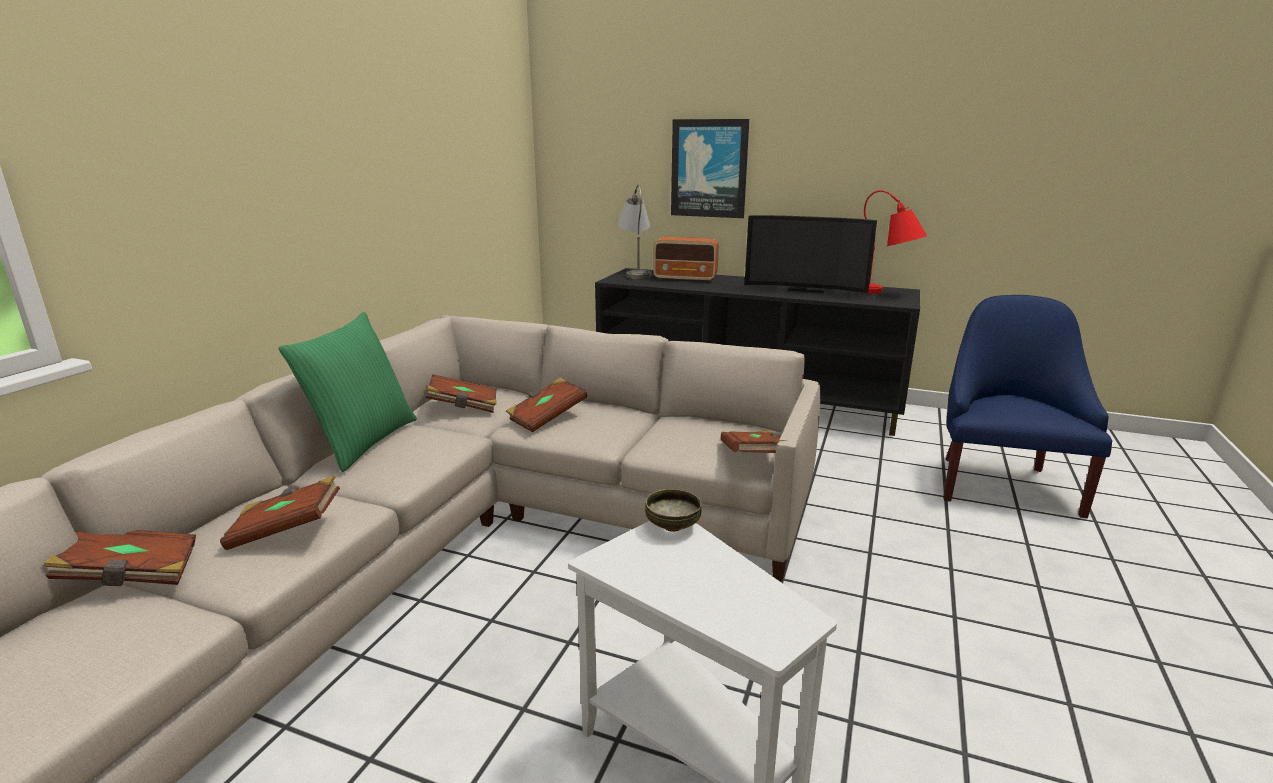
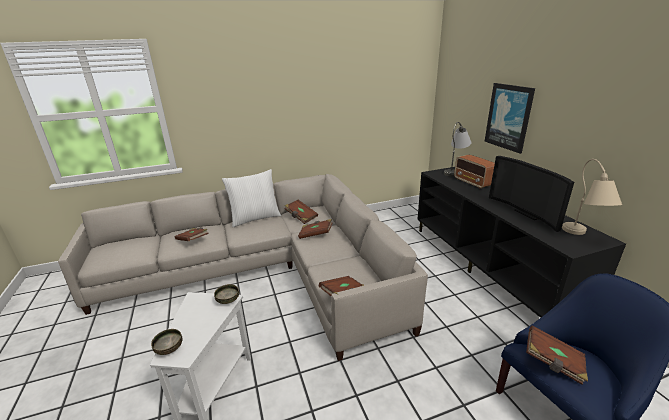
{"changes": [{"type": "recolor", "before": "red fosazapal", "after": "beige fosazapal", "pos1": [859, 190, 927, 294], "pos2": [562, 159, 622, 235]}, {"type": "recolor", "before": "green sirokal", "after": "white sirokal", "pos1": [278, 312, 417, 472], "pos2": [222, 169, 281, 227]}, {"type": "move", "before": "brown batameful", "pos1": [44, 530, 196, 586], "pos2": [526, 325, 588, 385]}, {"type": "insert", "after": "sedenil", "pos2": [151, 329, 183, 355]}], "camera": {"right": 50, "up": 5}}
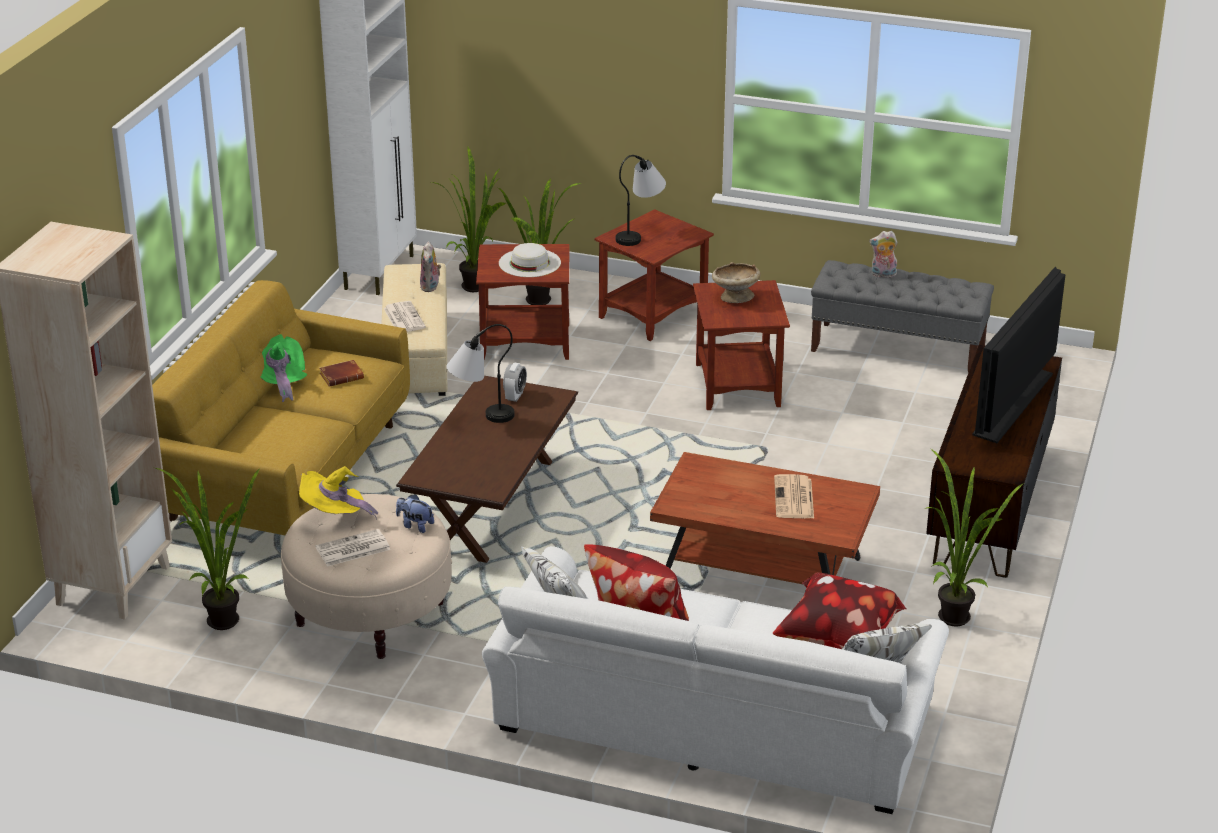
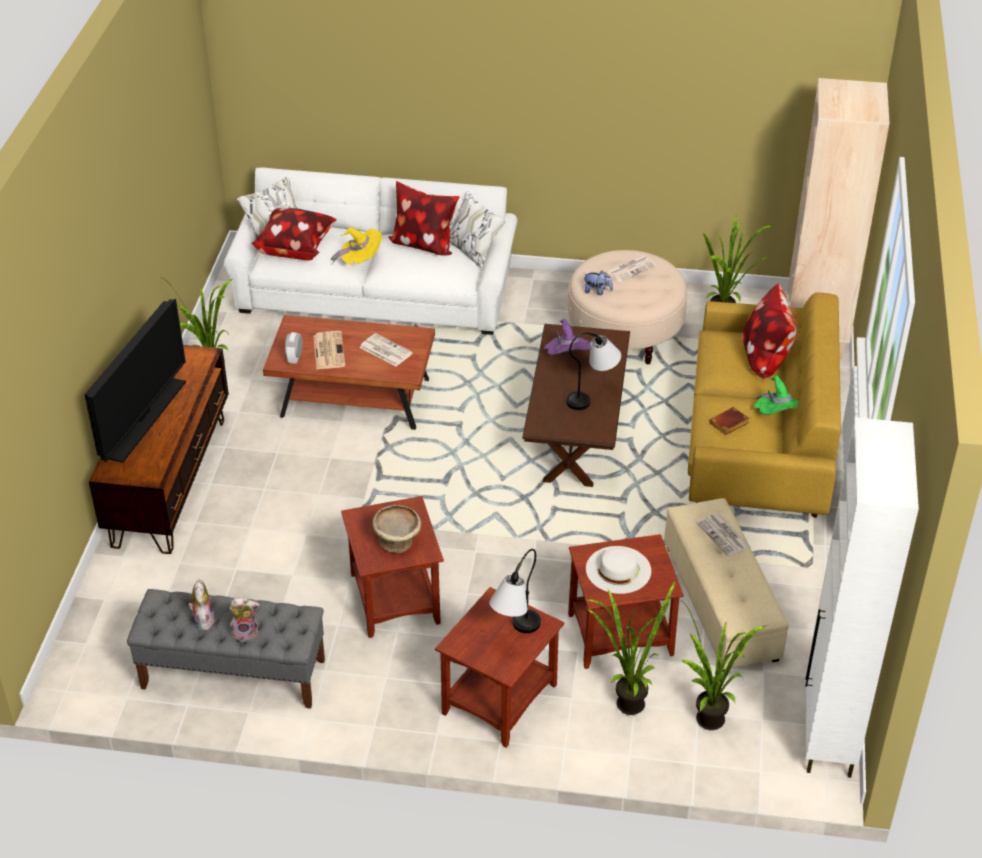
{"changes": [{"type": "move", "before": "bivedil", "pos1": [420, 241, 441, 292], "pos2": [188, 579, 215, 630]}, {"type": "move", "before": "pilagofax", "pos1": [503, 363, 527, 402], "pos2": [285, 332, 303, 364]}, {"type": "move", "before": "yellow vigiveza", "pos1": [299, 466, 378, 520], "pos2": [331, 228, 383, 265]}, {"type": "insert", "after": "sirokal", "pos2": [742, 283, 797, 379]}, {"type": "insert", "after": "purple vigiveza", "pos2": [544, 318, 591, 355]}, {"type": "insert", "after": "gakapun", "pos2": [359, 333, 413, 366]}], "camera": {"right": 170, "up": 10}}
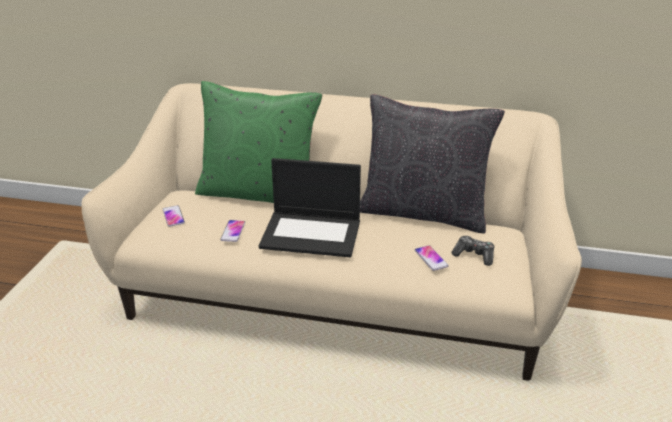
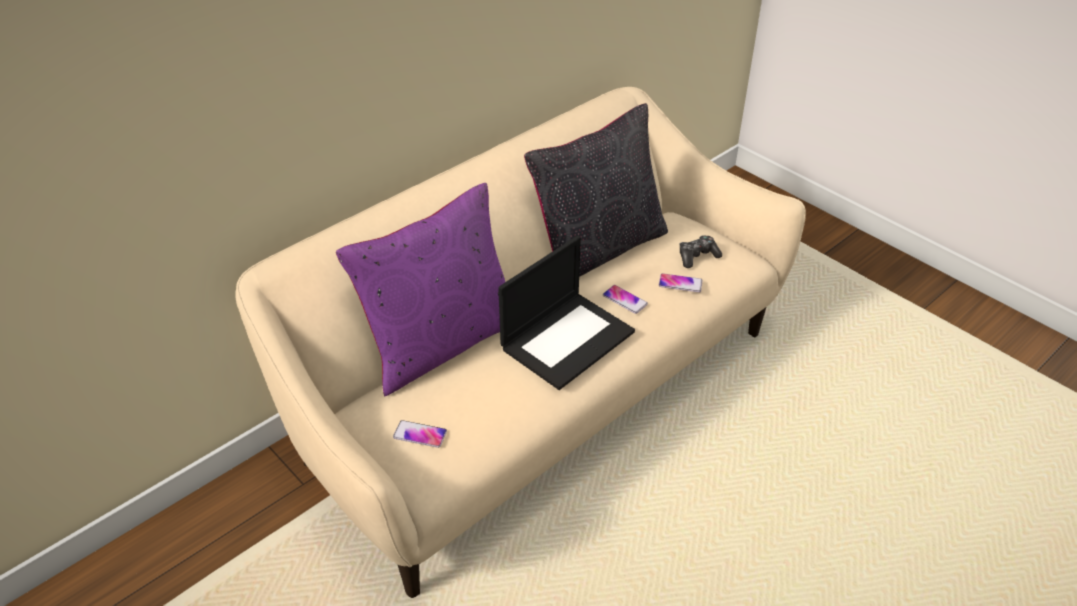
{"changes": [{"type": "recolor", "before": "green sirokal", "after": "purple sirokal", "pos1": [195, 81, 322, 203], "pos2": [336, 183, 505, 396]}, {"type": "move", "before": "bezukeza", "pos1": [220, 220, 245, 242], "pos2": [603, 285, 648, 314]}], "camera": {"right": -55, "up": 10}}
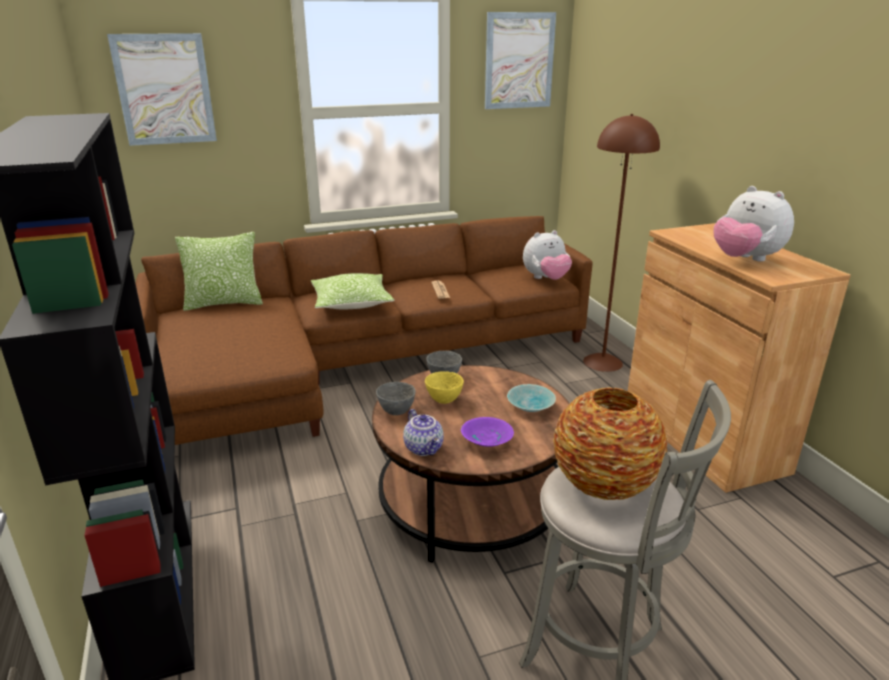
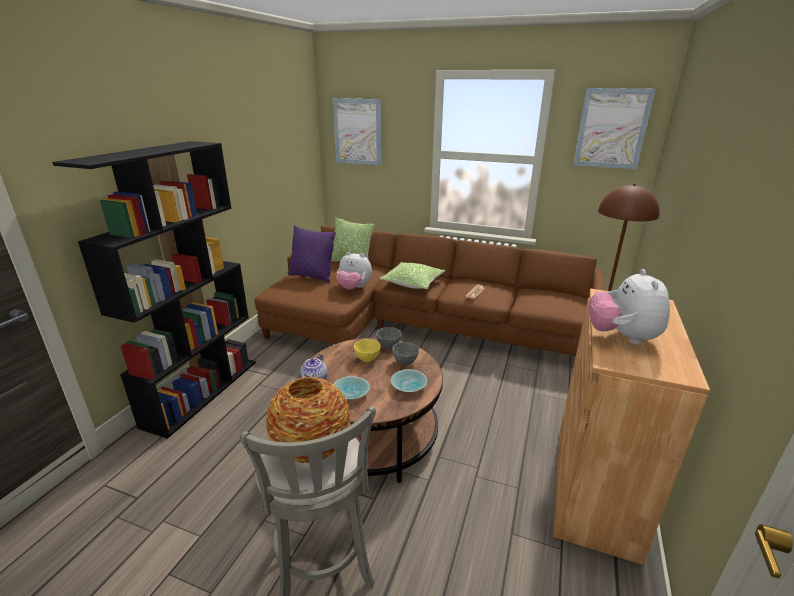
{"changes": [{"type": "move", "before": "bivedil", "pos1": [523, 230, 572, 280], "pos2": [336, 252, 372, 290]}, {"type": "move", "before": "grey sedenil", "pos1": [376, 382, 416, 415], "pos2": [392, 342, 419, 365]}, {"type": "recolor", "before": "purple sedenil", "after": "turquoise sedenil", "pos1": [461, 417, 514, 447], "pos2": [334, 376, 370, 399]}, {"type": "insert", "after": "purple sirokal", "pos2": [288, 225, 336, 282]}], "camera": {"right": 40, "up": 0}}
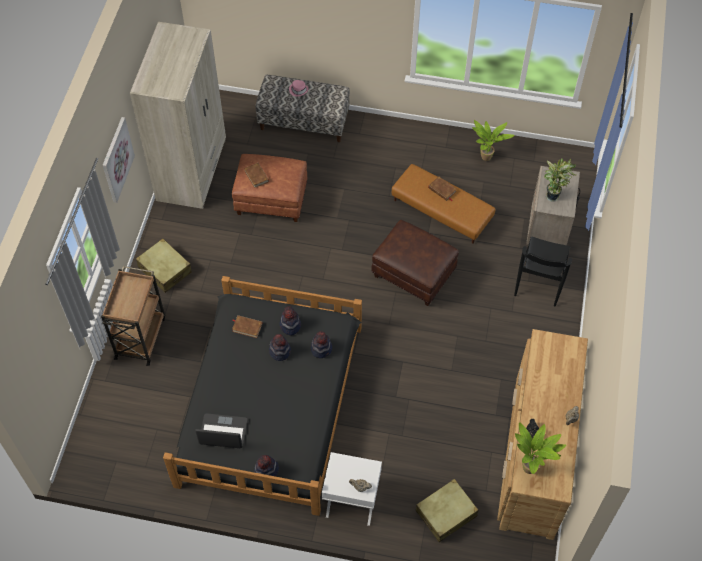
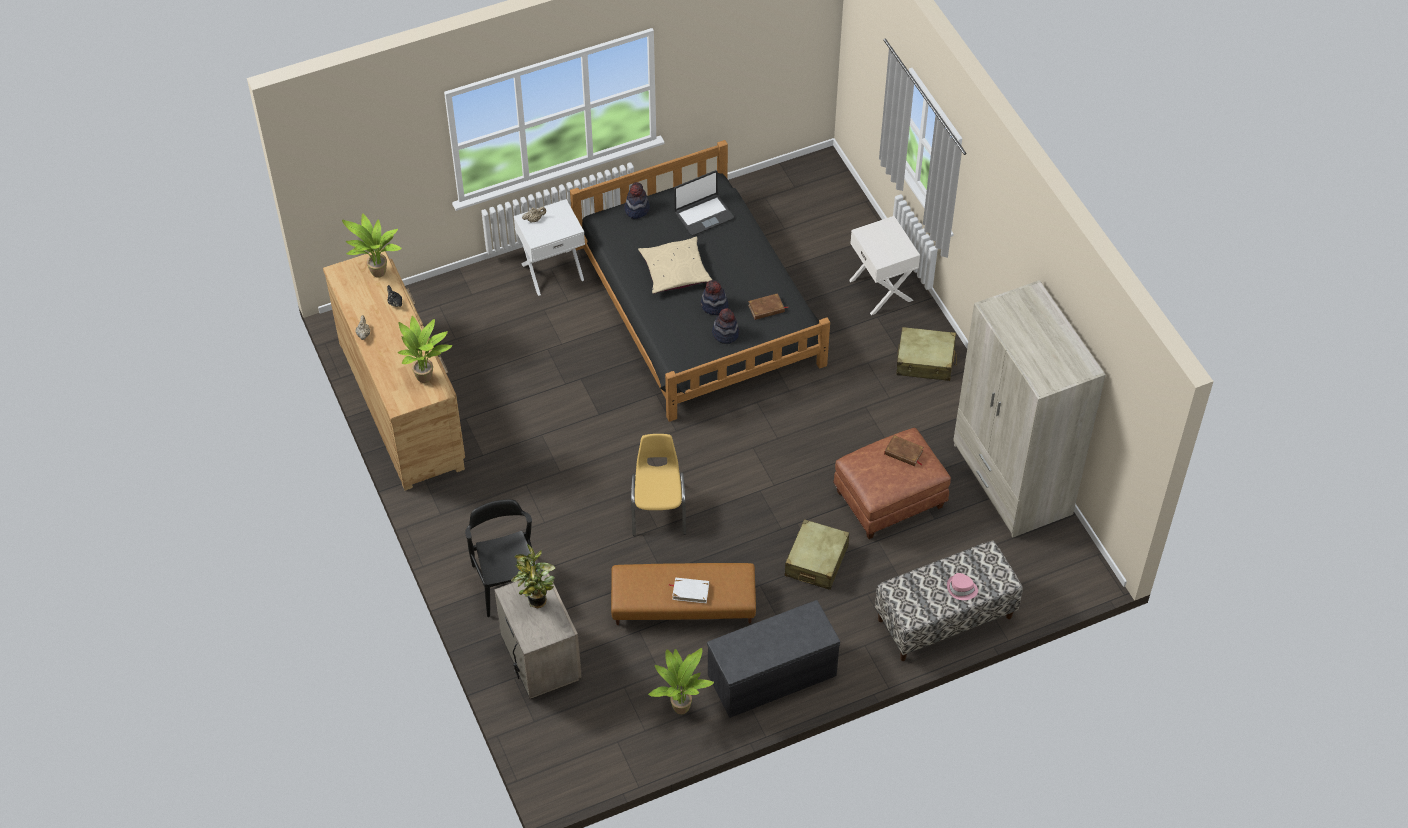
{"changes": [{"type": "delete", "before": "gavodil", "pos1": [103, 117, 135, 203]}, {"type": "recolor", "before": "brown batameful", "after": "white batameful", "pos1": [428, 176, 457, 201], "pos2": [669, 577, 709, 603]}, {"type": "replace", "before": "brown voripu", "after": "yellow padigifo", "pos1": [371, 220, 459, 306], "pos2": [631, 434, 686, 536]}, {"type": "replace", "before": "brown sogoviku", "after": "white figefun", "pos1": [101, 266, 165, 366], "pos2": [849, 216, 920, 315]}, {"type": "delete", "before": "vigiveza", "pos1": [311, 331, 332, 358]}, {"type": "move", "before": "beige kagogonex", "pos1": [416, 479, 478, 542], "pos2": [785, 519, 849, 590]}, {"type": "insert", "after": "beige sirokal", "pos2": [638, 237, 712, 294]}, {"type": "insert", "after": "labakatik", "pos2": [398, 316, 453, 383]}, {"type": "insert", "after": "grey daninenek", "pos2": [707, 600, 840, 718]}], "camera": {"right": 145, "up": -5}}
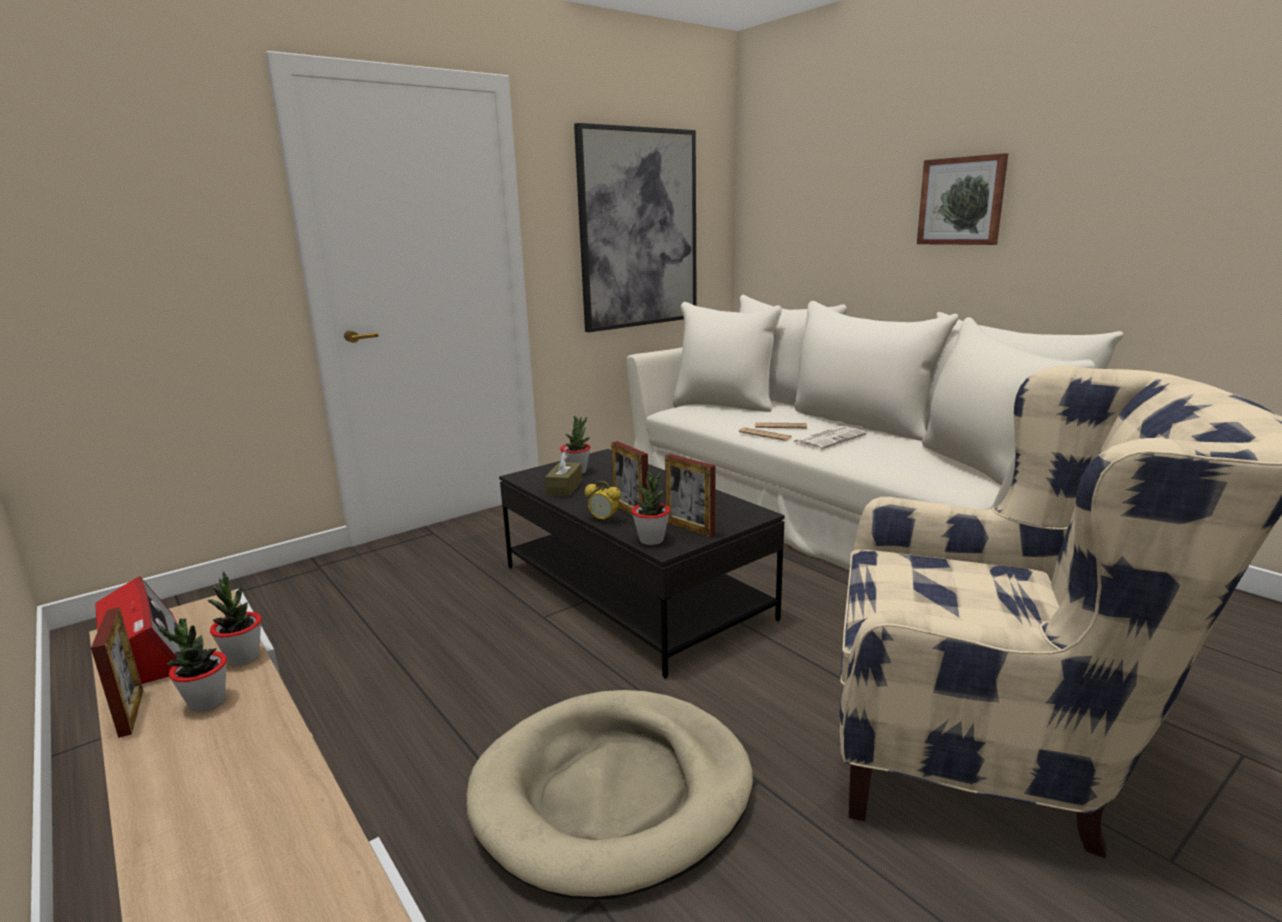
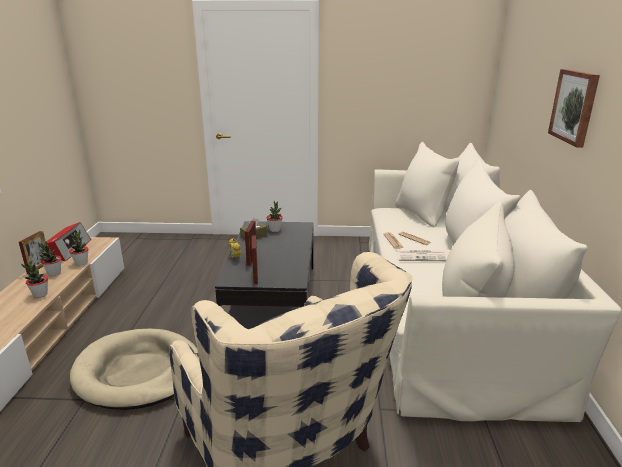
{"changes": [{"type": "delete", "before": "gavodil", "pos1": [574, 123, 697, 332]}, {"type": "move", "before": "labakatik", "pos1": [632, 471, 670, 545], "pos2": [21, 261, 48, 298]}], "camera": {"right": 40, "up": 5}}
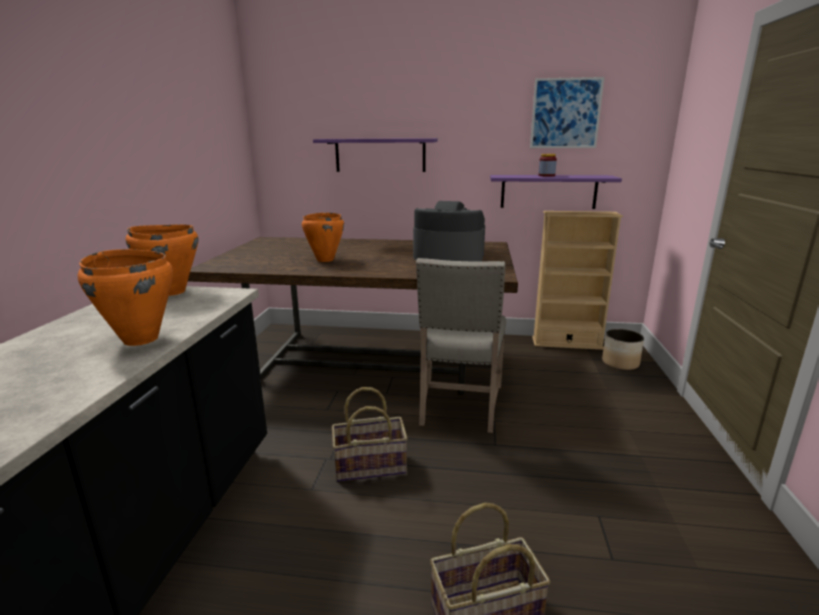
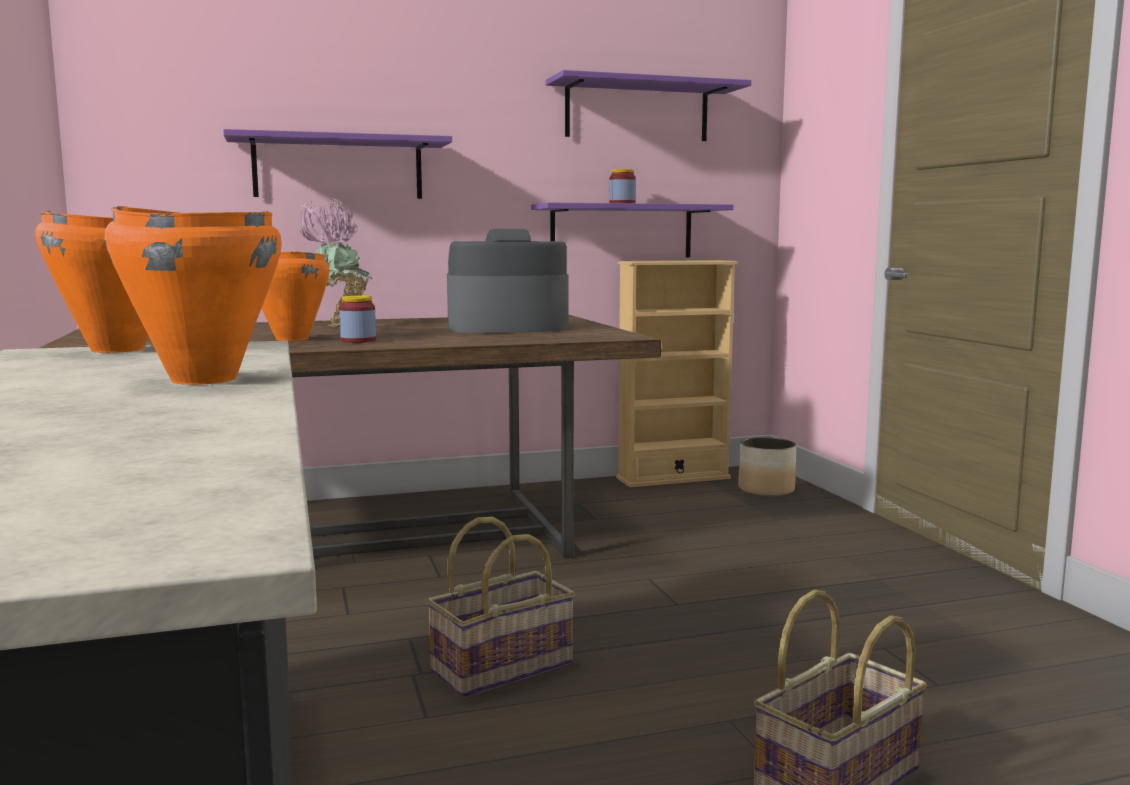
{"changes": [{"type": "replace", "before": "gavodil", "after": "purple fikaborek", "pos1": [530, 77, 604, 148], "pos2": [546, 70, 751, 141]}, {"type": "delete", "before": "beige padigifo", "pos1": [416, 258, 506, 433]}, {"type": "insert", "after": "labakatik", "pos2": [299, 198, 372, 327]}, {"type": "insert", "after": "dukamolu", "pos2": [339, 295, 376, 343]}], "camera": {"right": -25, "up": -10}}
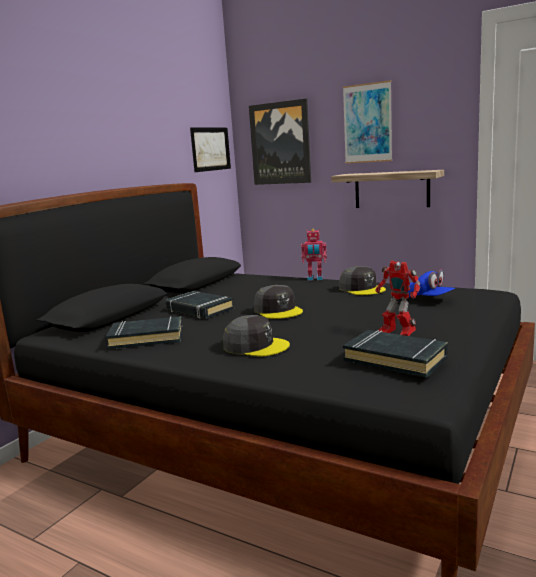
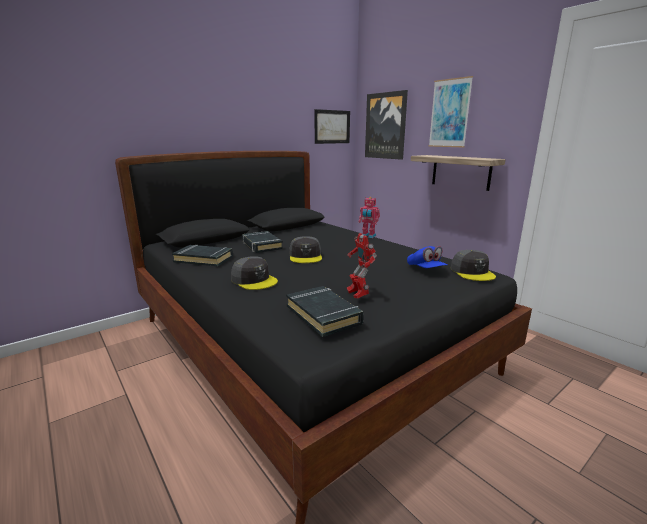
{"changes": [{"type": "move", "before": "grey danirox", "pos1": [339, 266, 386, 295], "pos2": [451, 250, 496, 281]}], "camera": {"right": 20, "up": 5}}
